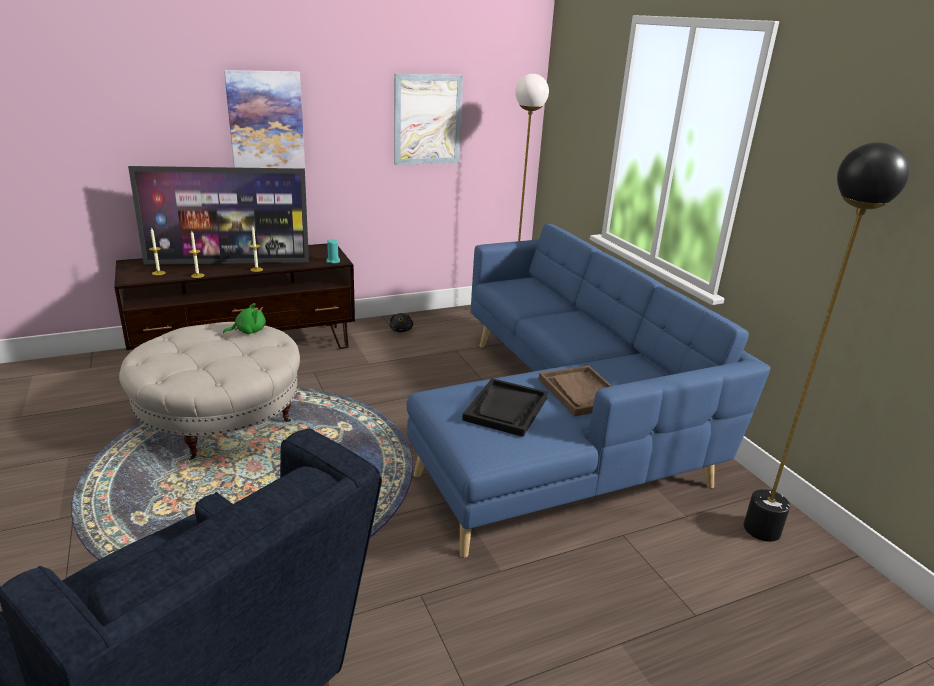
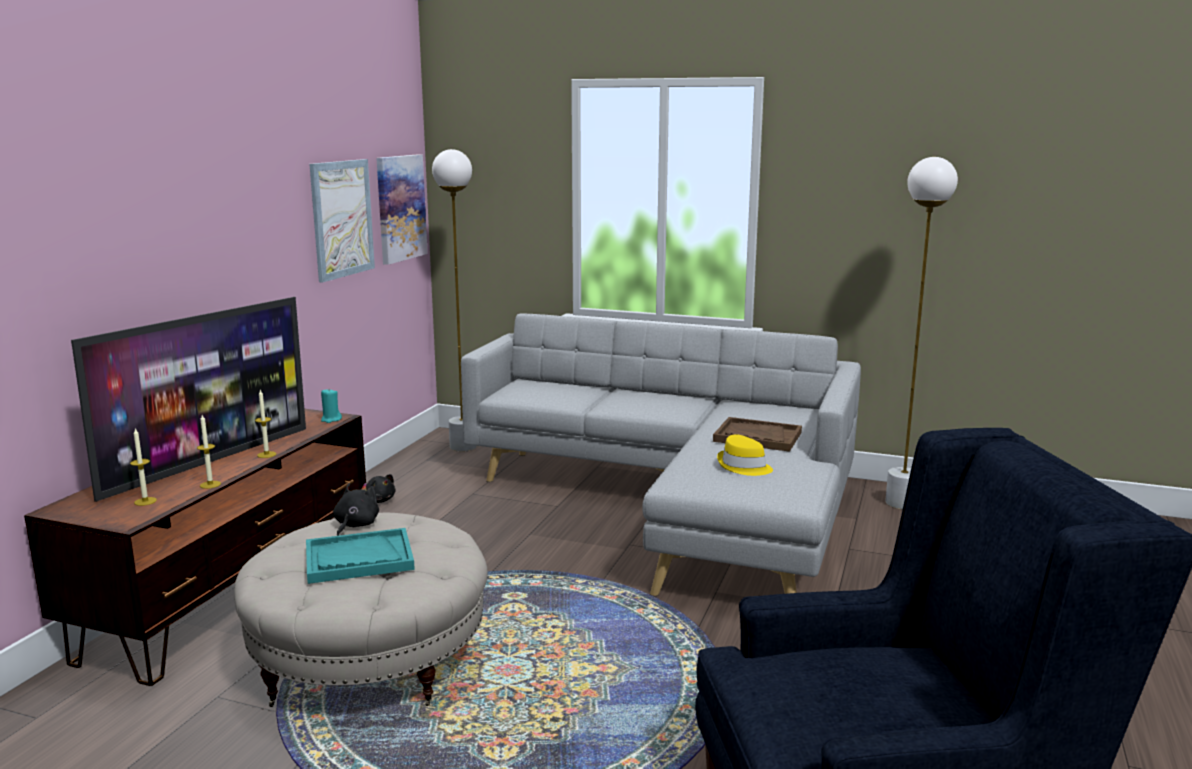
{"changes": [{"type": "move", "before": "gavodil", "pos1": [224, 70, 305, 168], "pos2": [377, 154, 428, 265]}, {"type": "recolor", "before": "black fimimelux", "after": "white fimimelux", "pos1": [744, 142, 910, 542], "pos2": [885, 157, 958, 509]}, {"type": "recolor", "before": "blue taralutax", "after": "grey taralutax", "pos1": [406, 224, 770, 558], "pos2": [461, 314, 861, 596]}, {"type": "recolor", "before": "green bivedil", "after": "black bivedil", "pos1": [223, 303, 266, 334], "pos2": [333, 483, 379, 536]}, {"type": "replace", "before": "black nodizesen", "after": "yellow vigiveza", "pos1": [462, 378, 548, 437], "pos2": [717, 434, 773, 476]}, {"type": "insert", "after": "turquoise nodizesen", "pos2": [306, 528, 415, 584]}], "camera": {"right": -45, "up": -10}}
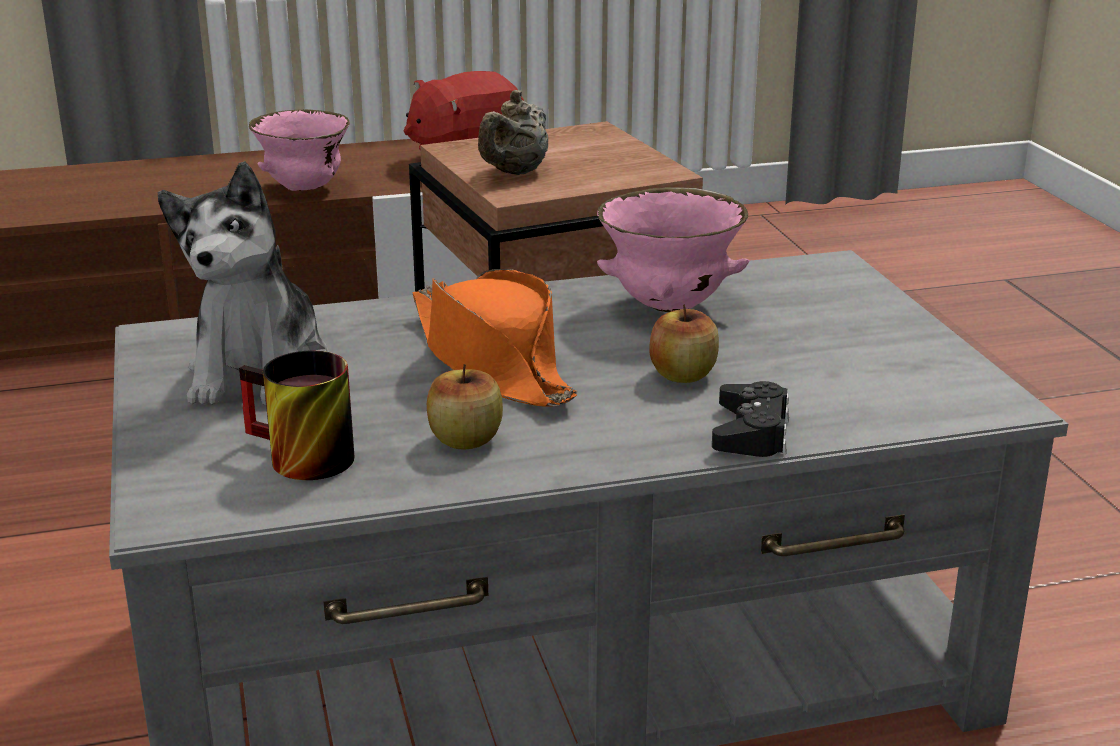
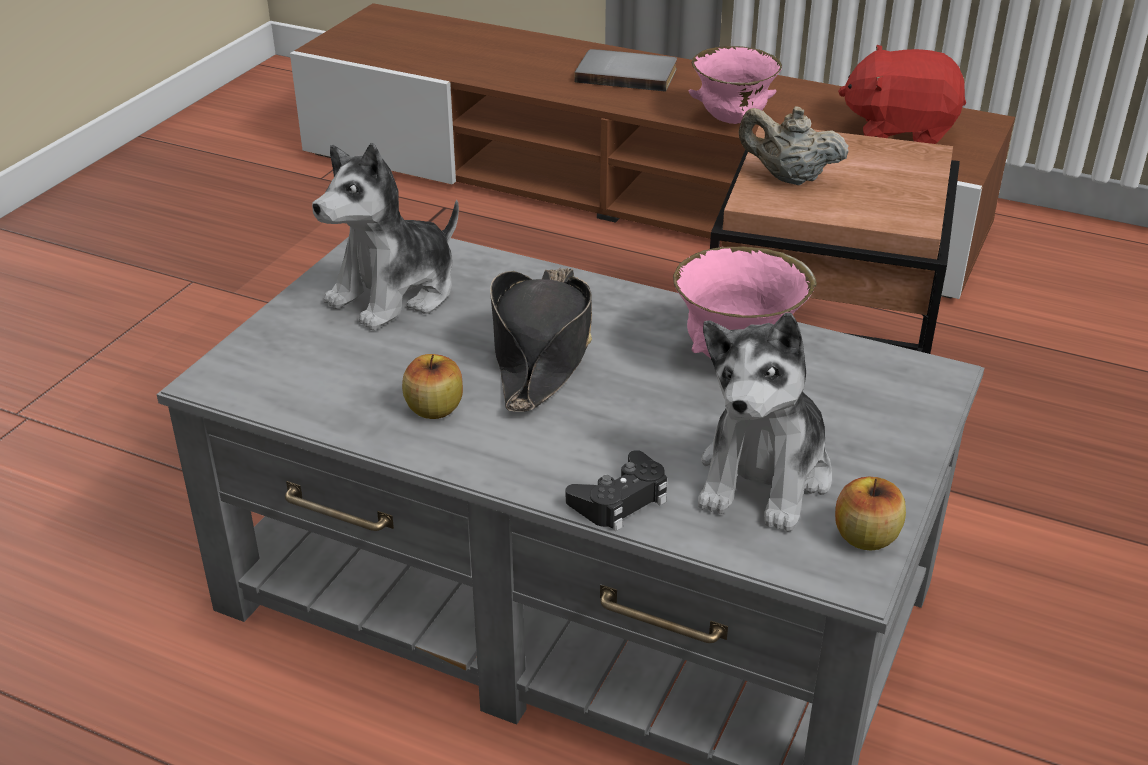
{"changes": [{"type": "rotate", "before": "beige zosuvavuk", "pos1": [478, 90, 548, 175], "pos2": [739, 106, 849, 185], "turn": 45}, {"type": "recolor", "before": "orange vigiveza", "after": "black vigiveza", "pos1": [412, 269, 577, 407], "pos2": [490, 268, 592, 412]}, {"type": "move", "before": "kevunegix", "pos1": [649, 304, 719, 383], "pos2": [835, 477, 906, 551]}, {"type": "delete", "before": "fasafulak", "pos1": [239, 351, 355, 480]}, {"type": "insert", "after": "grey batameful", "pos2": [574, 49, 677, 92]}, {"type": "insert", "after": "bivedil", "pos2": [698, 313, 832, 532]}], "camera": {"right": 40, "up": 10}}
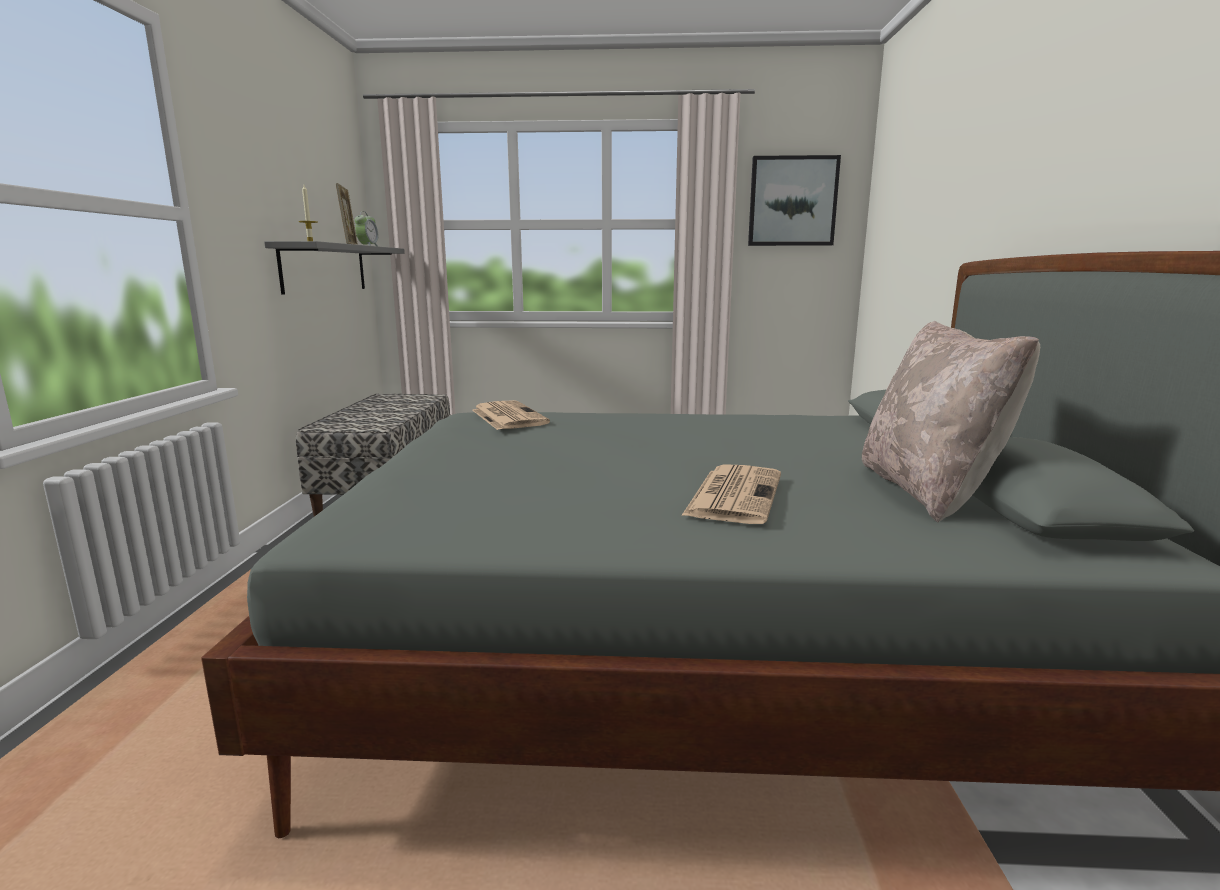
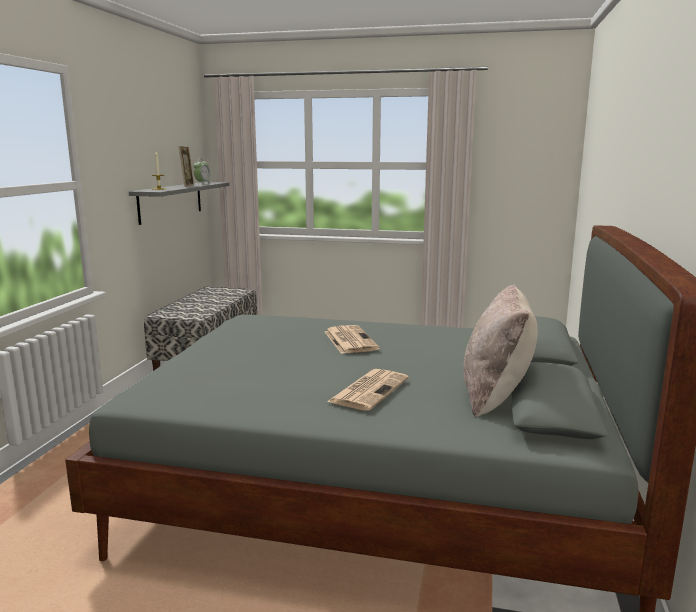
{"changes": [{"type": "delete", "before": "gavodil", "pos1": [748, 155, 841, 246]}, {"type": "move", "before": "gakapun", "pos1": [472, 400, 550, 430], "pos2": [325, 325, 379, 354]}], "camera": {"right": 10, "up": 0}}
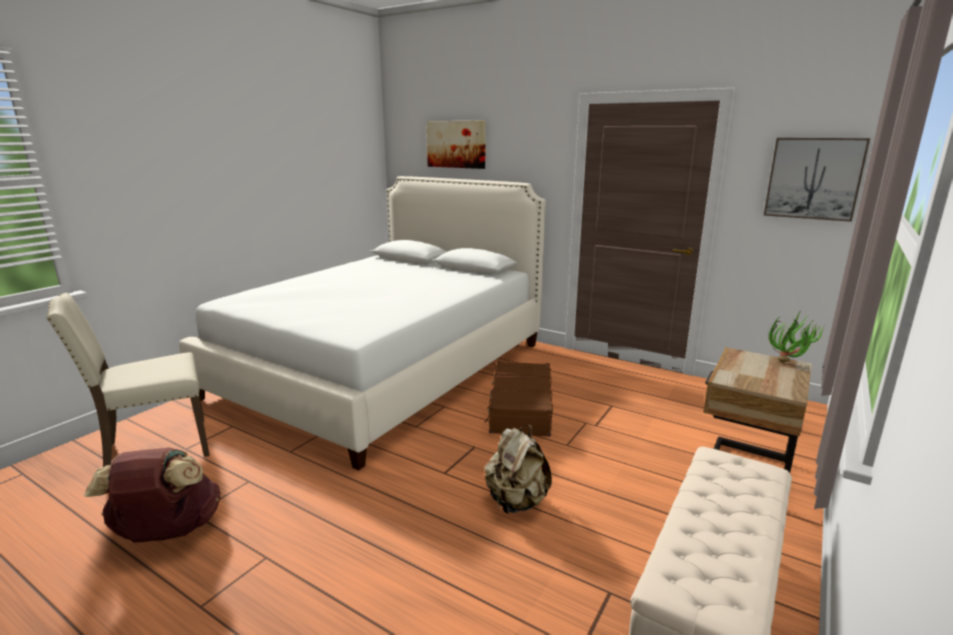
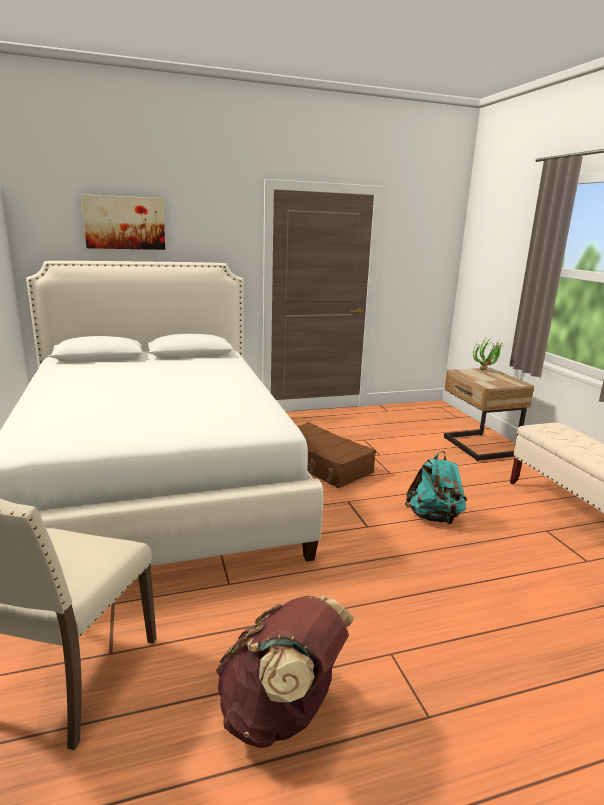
{"changes": [{"type": "delete", "before": "gavodil", "pos1": [764, 138, 870, 222]}, {"type": "recolor", "before": "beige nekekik", "after": "turquoise nekekik", "pos1": [485, 425, 552, 514], "pos2": [405, 451, 467, 524]}], "camera": {"right": -50, "up": 0}}
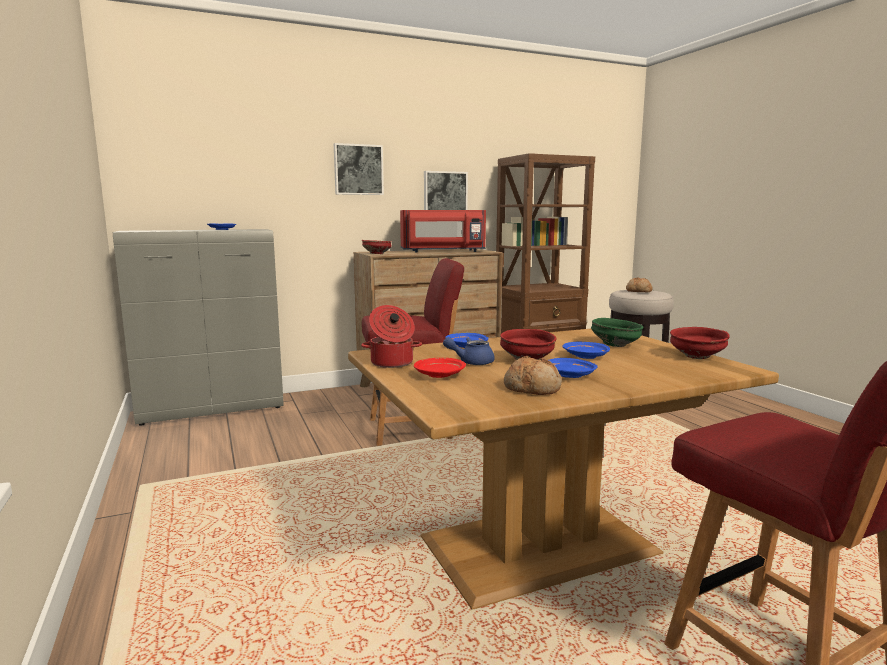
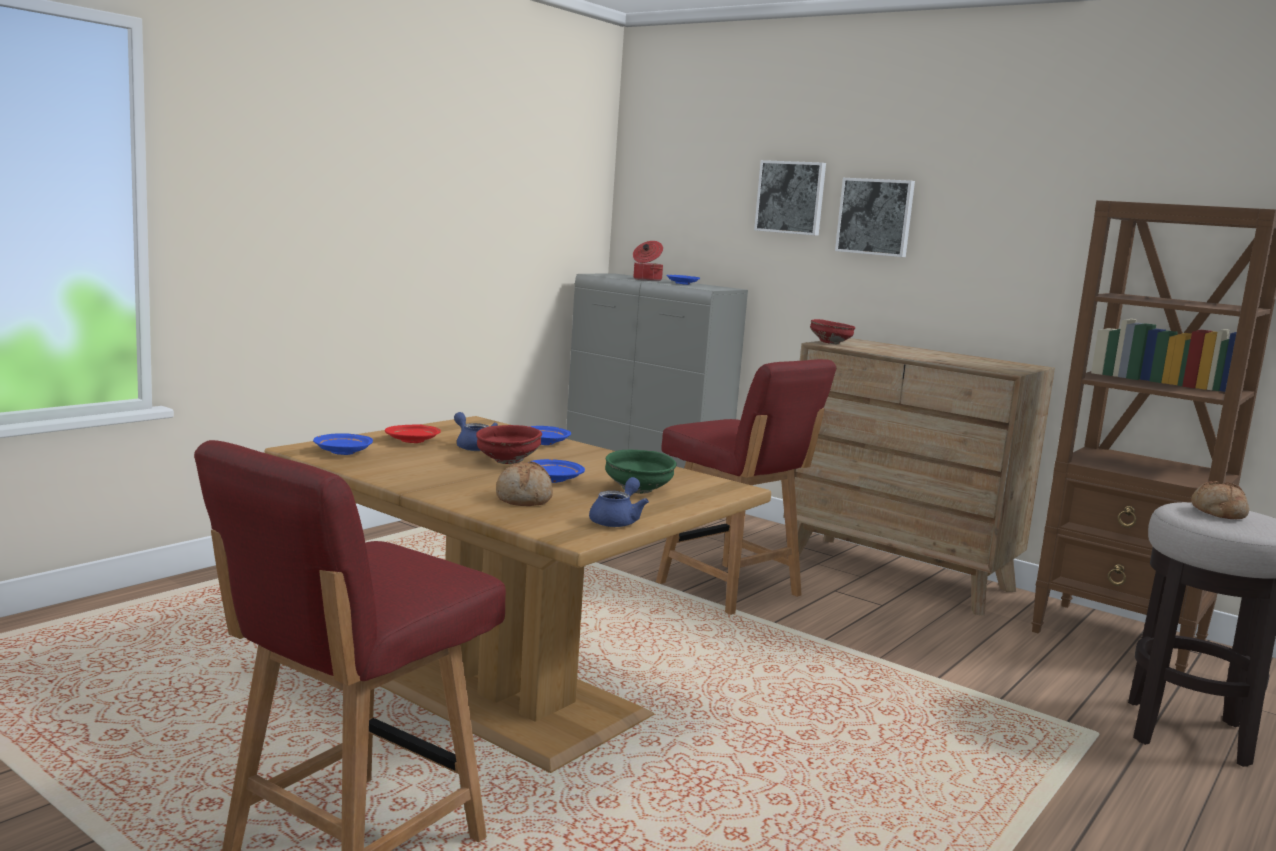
{"changes": [{"type": "move", "before": "gavodil", "pos1": [424, 171, 468, 210], "pos2": [754, 160, 826, 236]}, {"type": "delete", "before": "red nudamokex", "pos1": [400, 210, 486, 253]}, {"type": "move", "before": "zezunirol", "pos1": [361, 305, 422, 368], "pos2": [633, 241, 663, 281]}, {"type": "replace", "before": "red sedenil", "after": "blue zosuvavuk", "pos1": [670, 327, 730, 359], "pos2": [589, 477, 649, 527]}, {"type": "move", "before": "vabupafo", "pos1": [504, 356, 562, 395], "pos2": [496, 462, 553, 506]}, {"type": "move", "before": "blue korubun", "pos1": [549, 358, 597, 378], "pos2": [313, 433, 373, 455]}], "camera": {"right": 60, "up": 0}}
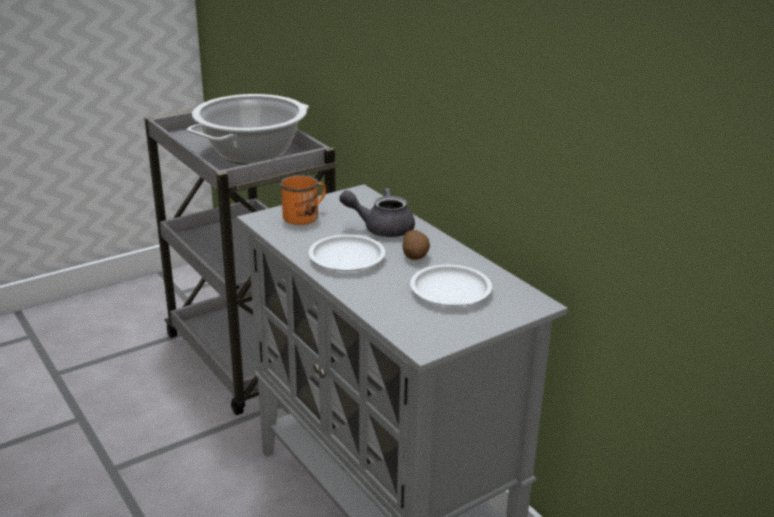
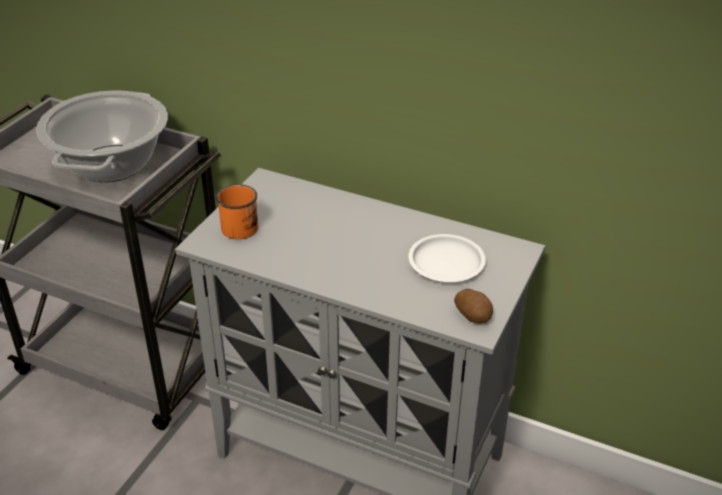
{"changes": [{"type": "delete", "before": "grey zosuvavuk", "pos1": [339, 188, 415, 237]}, {"type": "move", "before": "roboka", "pos1": [403, 230, 430, 260], "pos2": [454, 289, 493, 324]}, {"type": "delete", "before": "white korubun", "pos1": [309, 235, 385, 271]}], "camera": {"right": -30, "up": 10}}
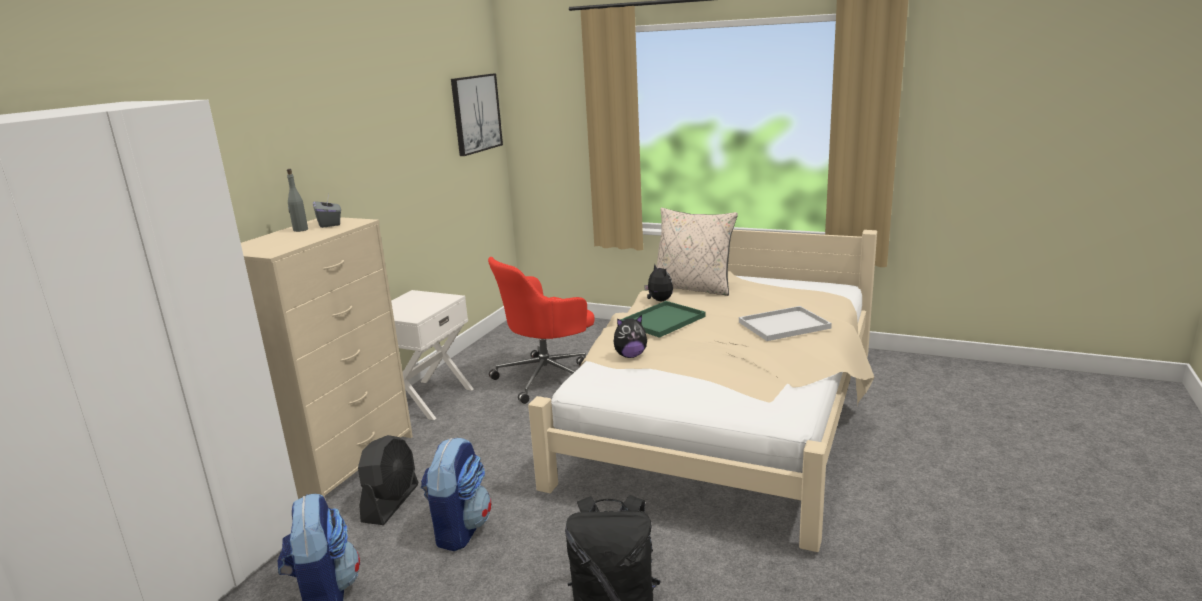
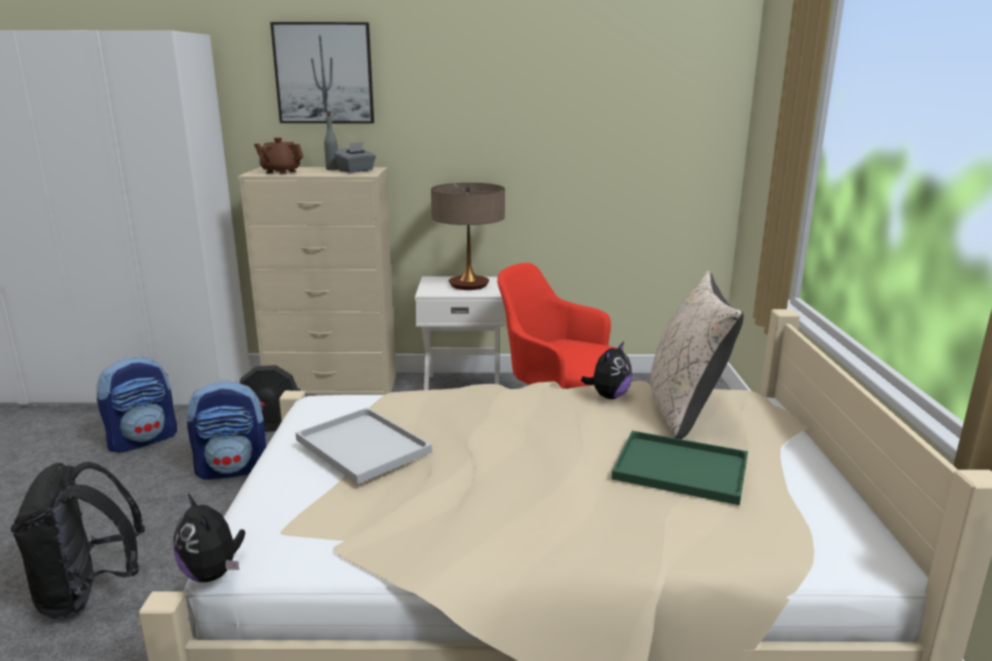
{"changes": [{"type": "move", "before": "gavodil", "pos1": [451, 74, 503, 156], "pos2": [270, 22, 374, 123]}, {"type": "move", "before": "green nodizesen", "pos1": [620, 301, 706, 338], "pos2": [612, 431, 748, 505]}, {"type": "move", "before": "white nodizesen", "pos1": [739, 306, 832, 341], "pos2": [296, 408, 432, 484]}, {"type": "move", "before": "bivedil", "pos1": [614, 315, 647, 358], "pos2": [174, 494, 245, 582]}, {"type": "insert", "after": "brown zosuvavuk", "pos2": [254, 138, 303, 174]}, {"type": "insert", "after": "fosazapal", "pos2": [431, 183, 505, 290]}], "camera": {"right": 65, "up": 0}}
